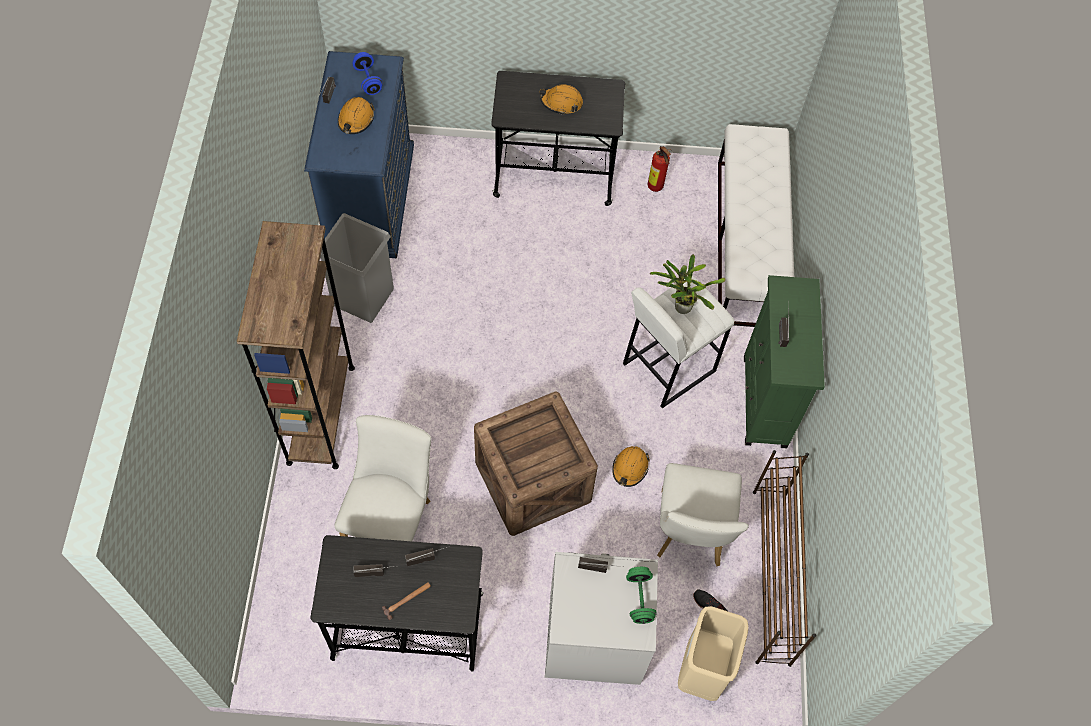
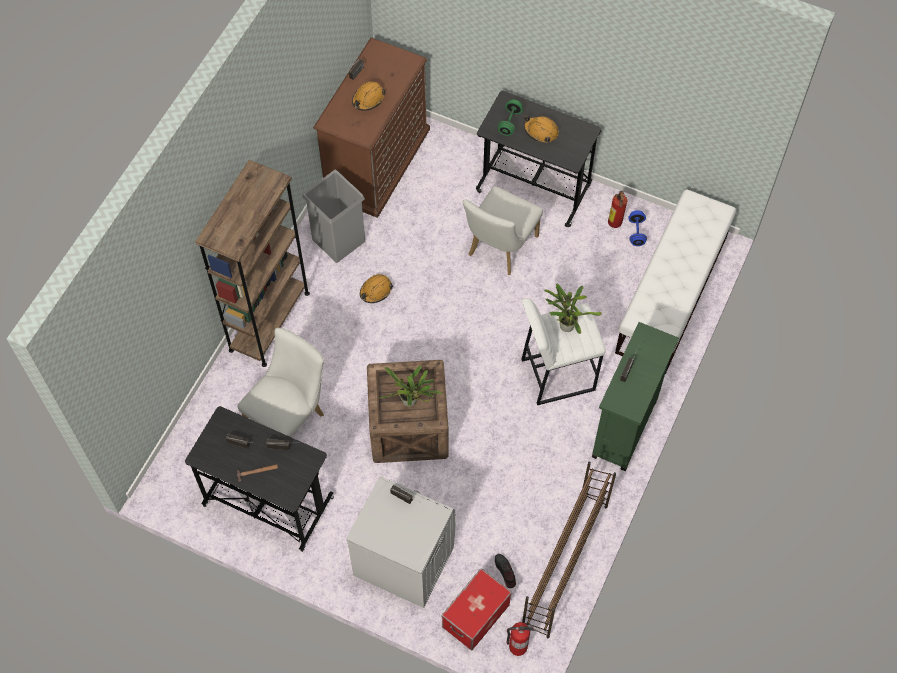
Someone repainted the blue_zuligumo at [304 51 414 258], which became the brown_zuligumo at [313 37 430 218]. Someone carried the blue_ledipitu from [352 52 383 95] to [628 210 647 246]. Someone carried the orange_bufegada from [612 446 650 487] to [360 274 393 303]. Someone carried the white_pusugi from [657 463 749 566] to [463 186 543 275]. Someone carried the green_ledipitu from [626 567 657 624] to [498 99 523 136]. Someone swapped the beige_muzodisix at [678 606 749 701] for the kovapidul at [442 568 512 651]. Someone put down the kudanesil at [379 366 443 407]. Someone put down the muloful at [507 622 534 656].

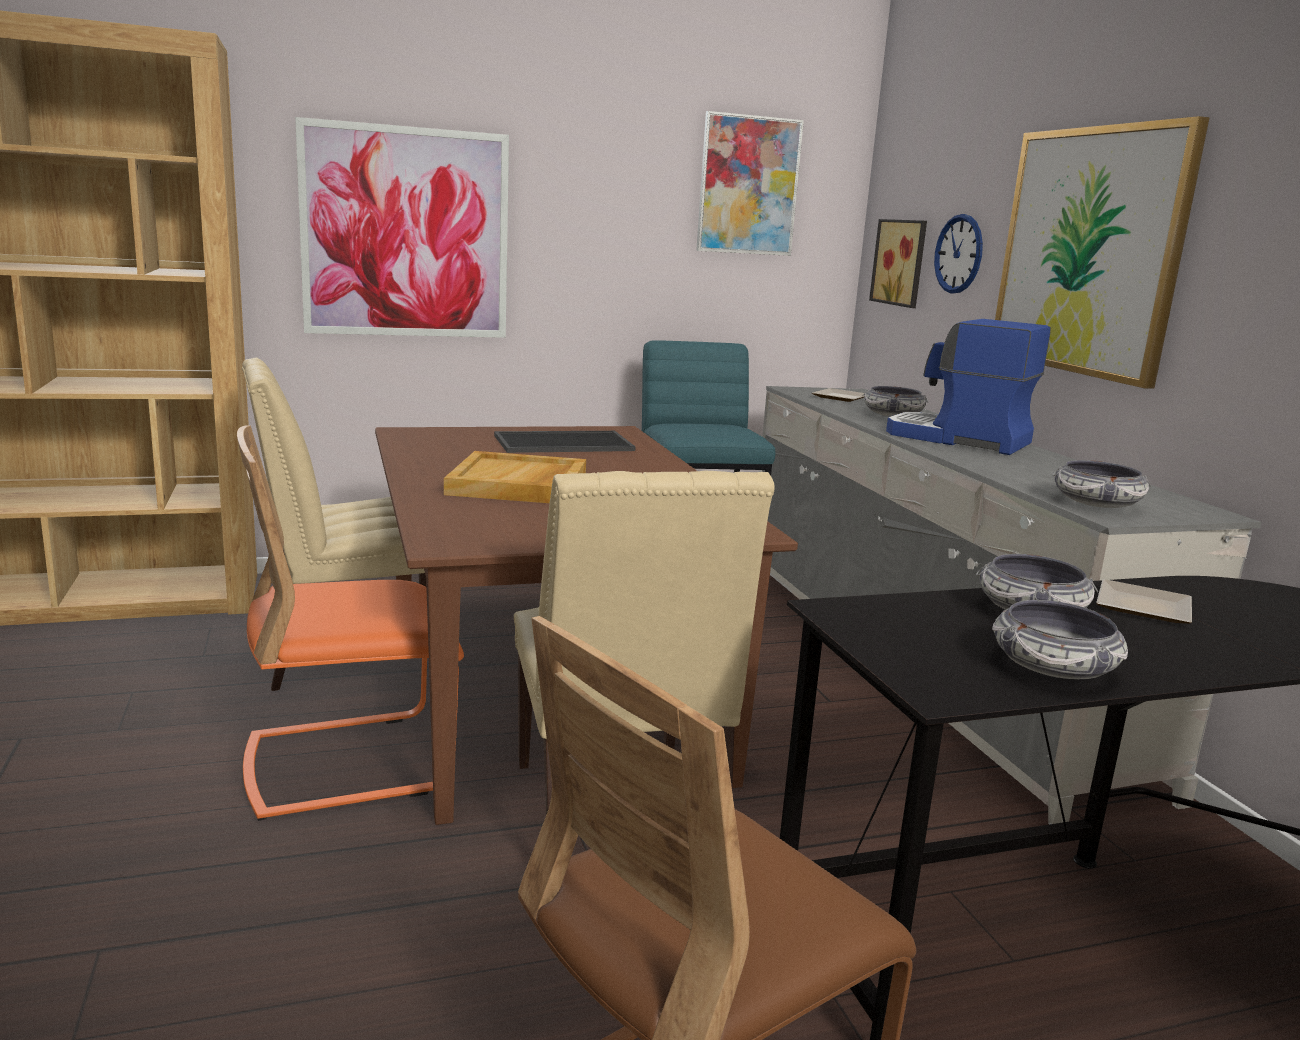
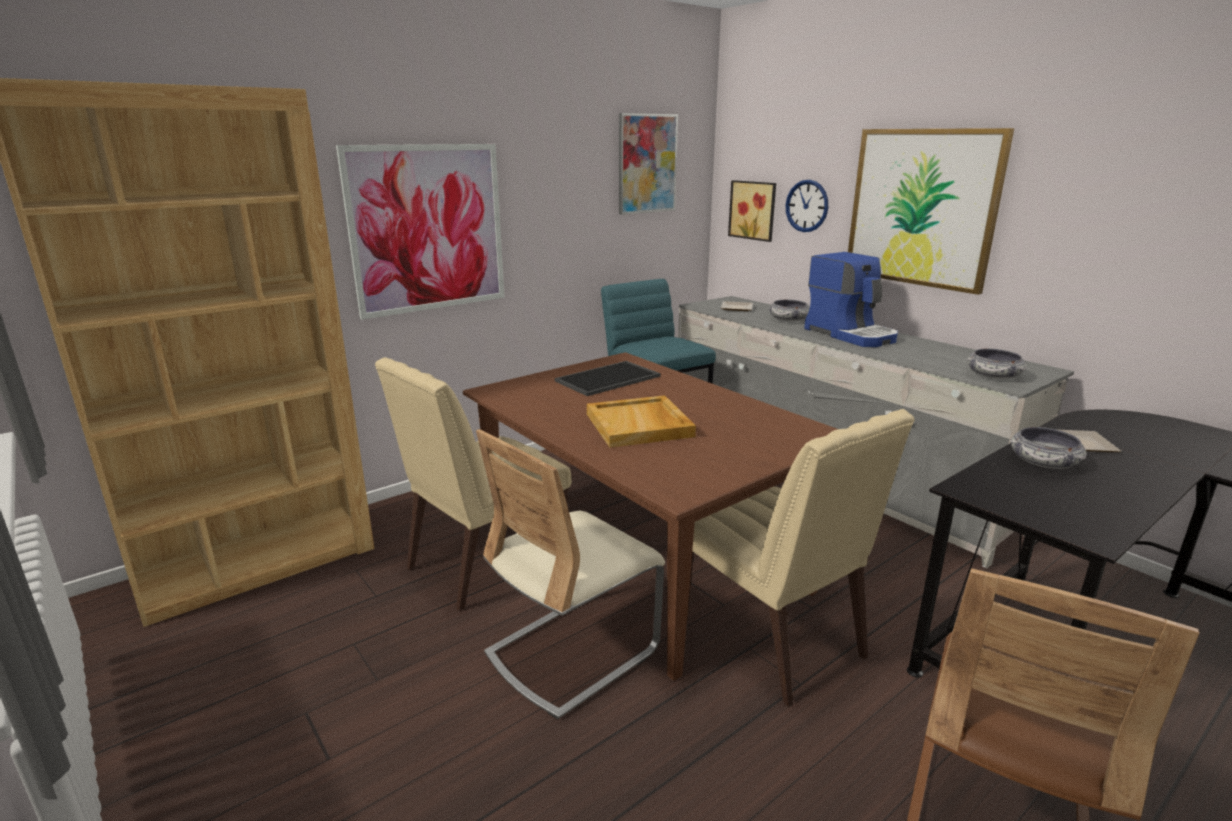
Someone rotated the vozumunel at [886 319 1051 455] by 135 degrees counterclockwise. Someone repainted the orange_pusugi at [237 425 464 821], which became the beige_pusugi at [476 429 665 719]. Someone took away the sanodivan at [992 600 1128 679].

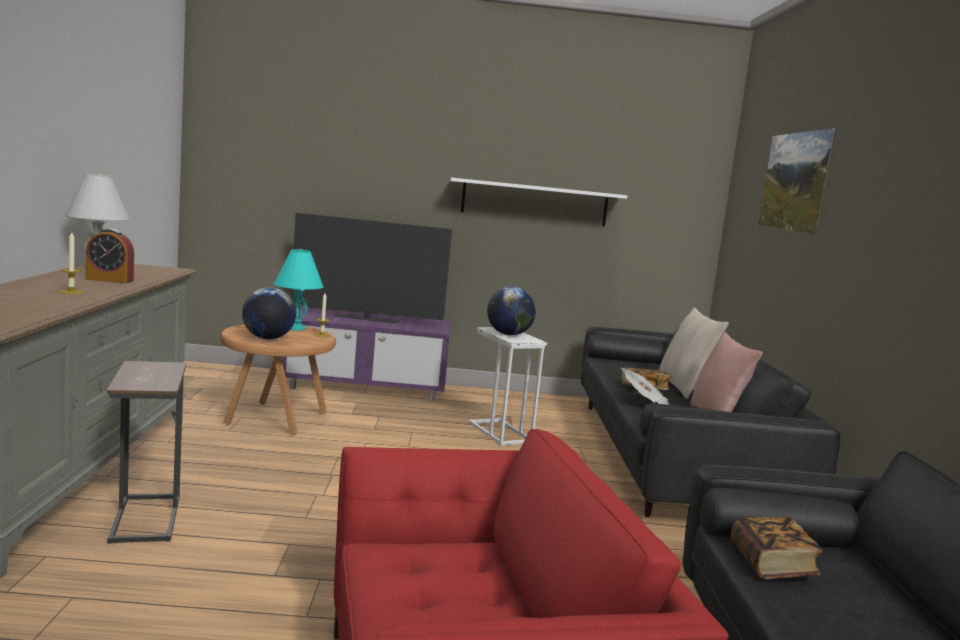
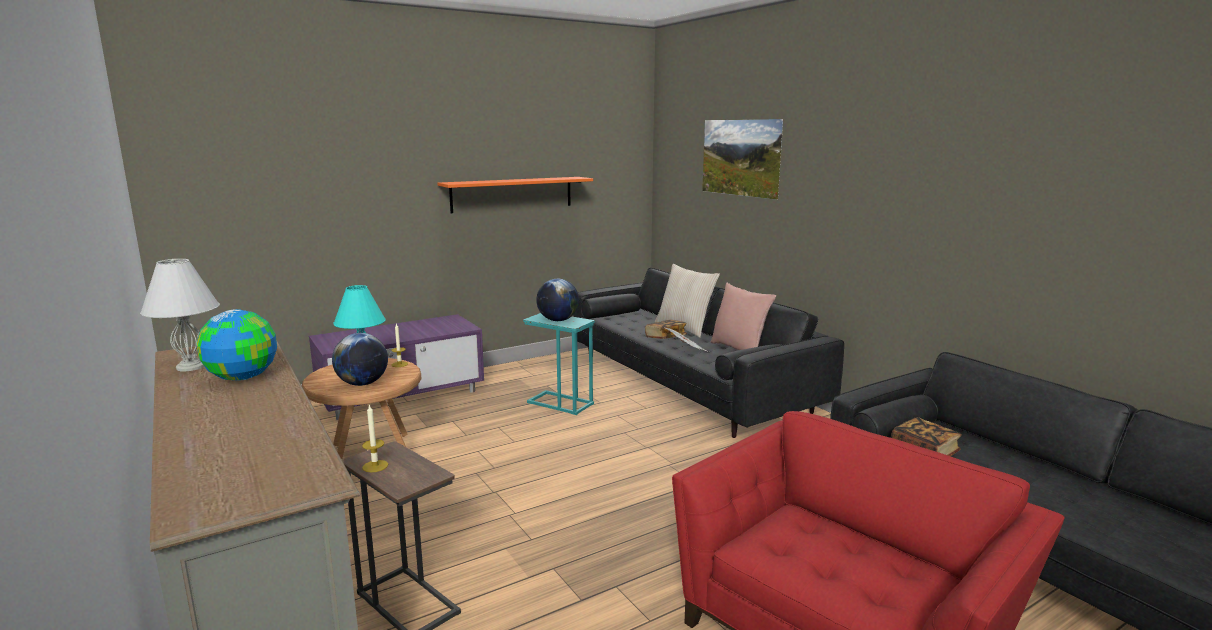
Someone repainted the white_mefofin at [451 178 627 226], which became the orange_mefofin at [437 177 593 213]. Someone took away the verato at [291 213 452 323]. Someone swapped the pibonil at [86 229 134 283] for the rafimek at [196 309 277 381]. Someone carried the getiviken from [59 232 84 294] to [362 404 388 472]. Someone repainted the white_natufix at [469 327 547 446], which became the turquoise_natufix at [523 313 595 415].

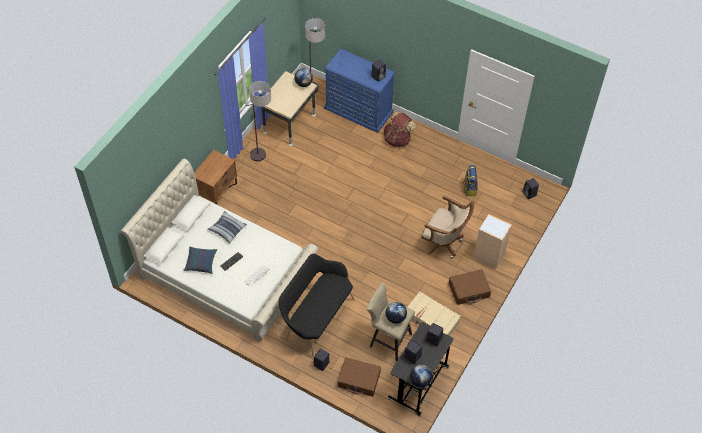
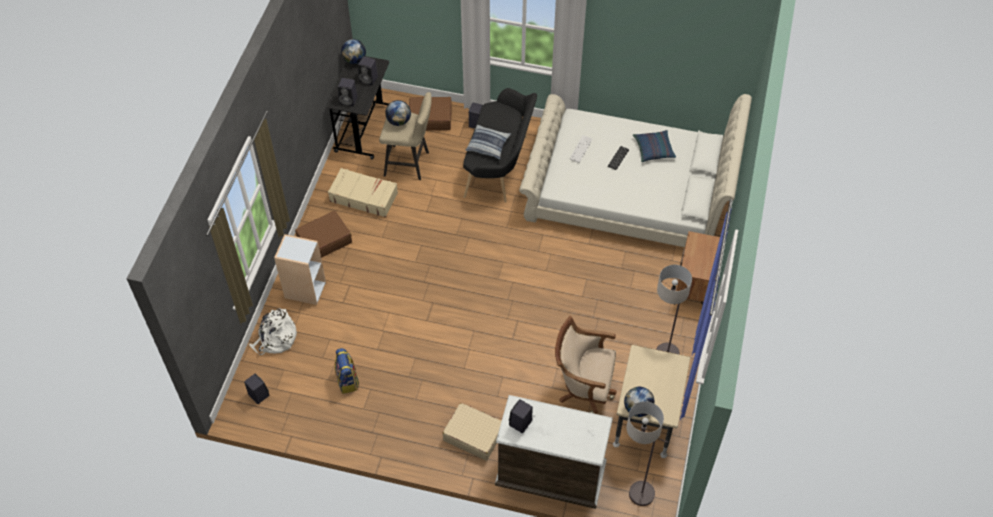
Someone repainted the blue_zuligumo at [324 48 396 133], which became the white_zuligumo at [495 395 613 509]. Someone swapped the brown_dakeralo at [384 111 416 147] for the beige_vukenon at [442 403 501 460]. Someone carried the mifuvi from [421 195 474 258] to [555 316 617 414]. Someone carried the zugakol from [207 211 247 243] to [466 125 511 159]. Someone put down the white_dakeralo at [249 308 297 355].

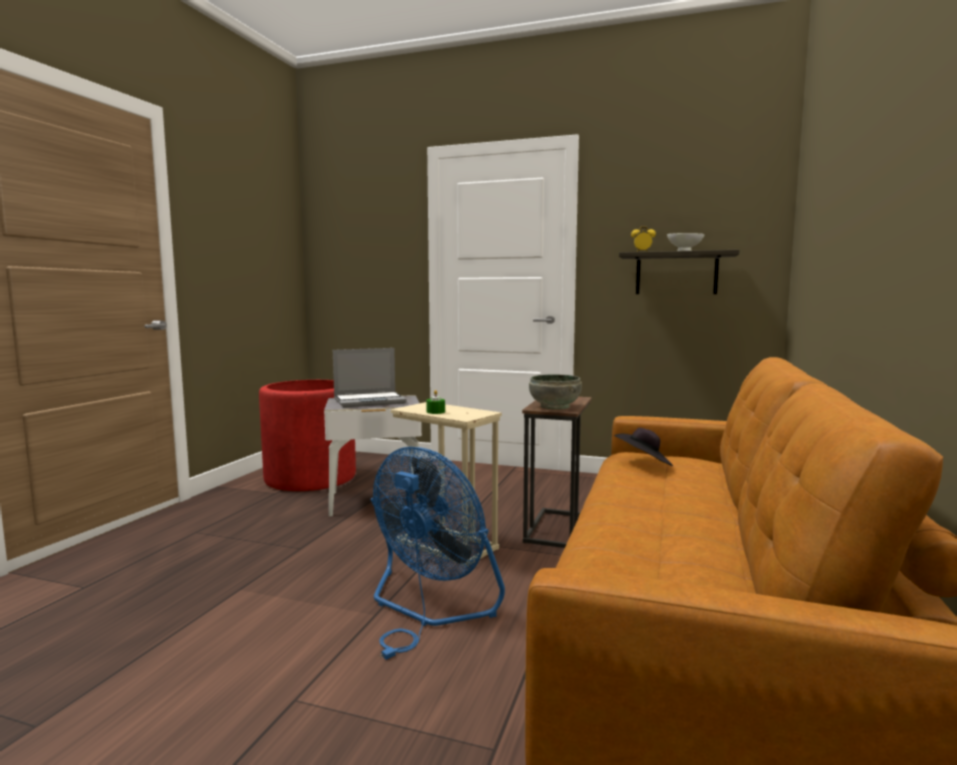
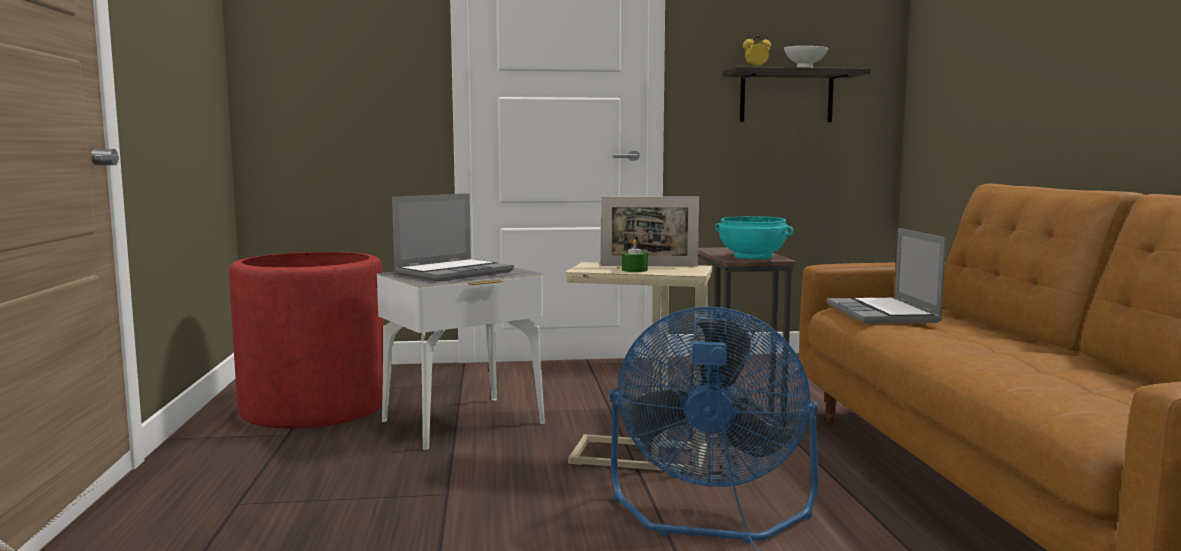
Someone repainted the grey_sanodivan at [529 375 582 410], which became the turquoise_sanodivan at [715 216 794 259]. Someone swapped the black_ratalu at [614 428 673 466] for the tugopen at [827 228 946 324]. Someone put down the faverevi at [601 196 699 267].

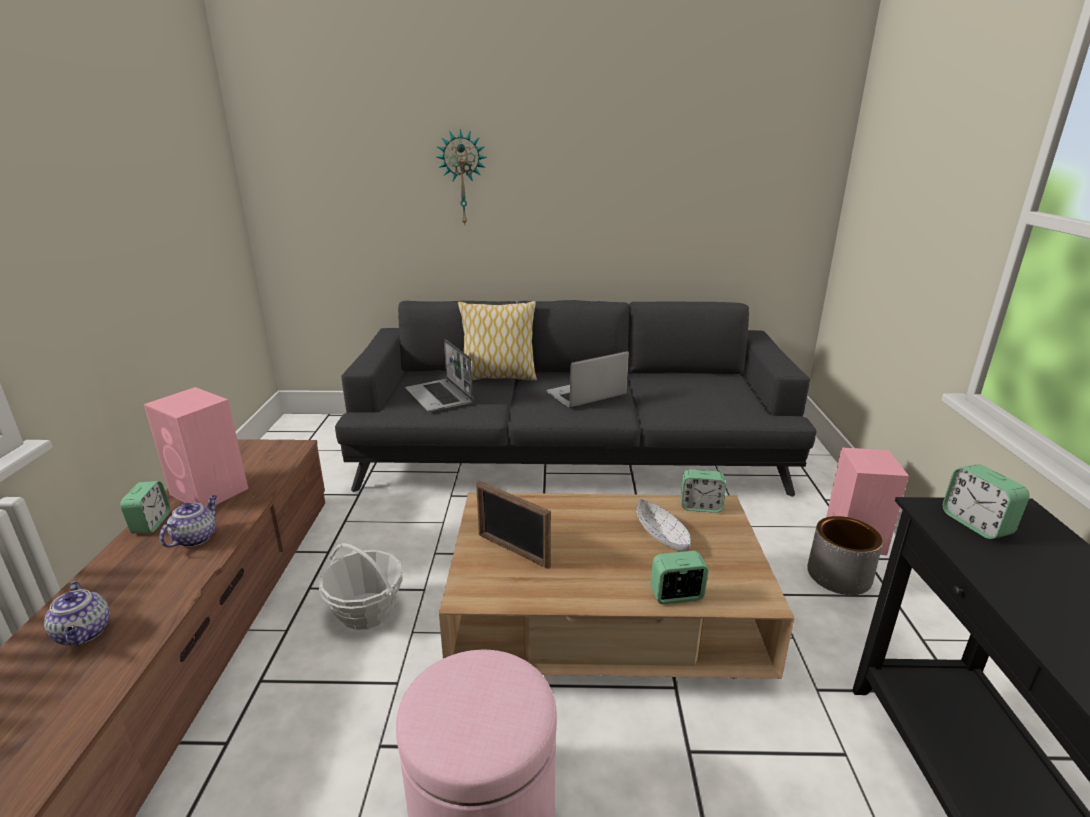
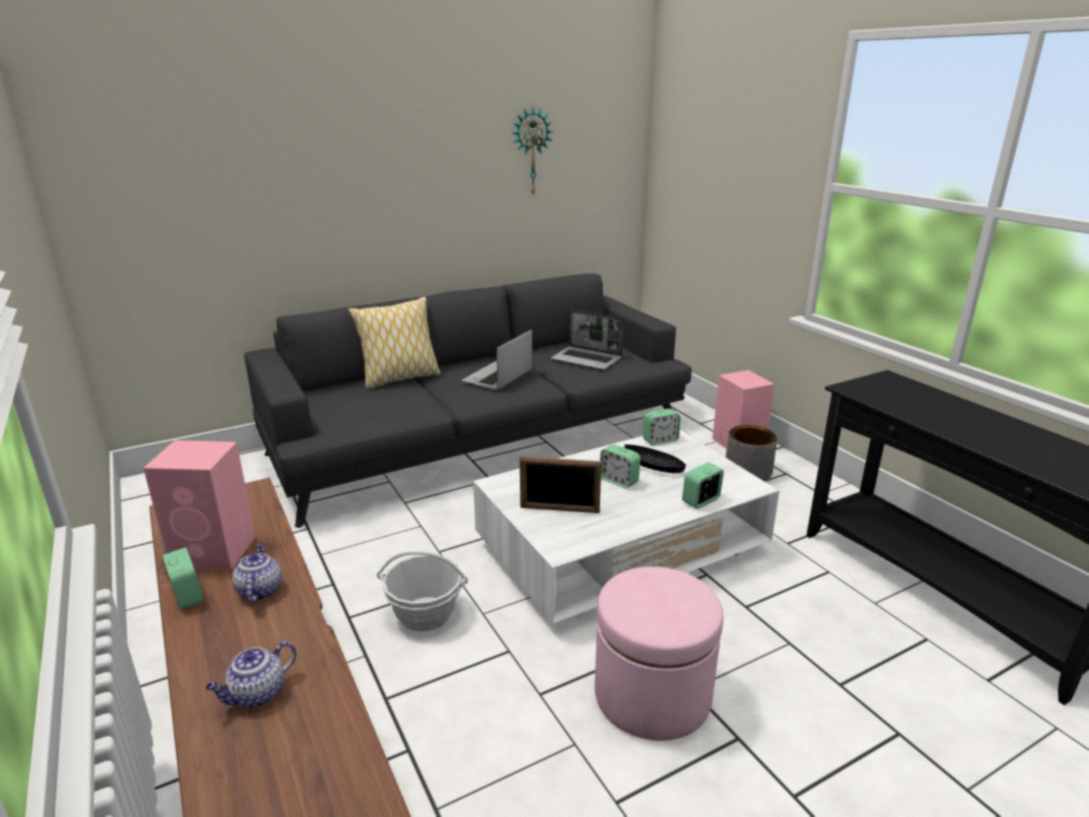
Someone carried the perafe from [436 129 487 225] to [512 107 554 196]. Someone carried the tugopen from [405 339 473 412] to [551 309 624 370]. Someone carried the pibonil from [942 464 1030 539] to [600 444 641 488]. Someone repainted the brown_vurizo at [439 493 795 679], which became the white_vurizo at [473 430 779 624]. Someone repainted the white_sanodivan at [637 499 691 552], which became the black_sanodivan at [624 444 686 474]. Someone rotated the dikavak at [44 581 110 646] by 105 degrees clockwise.

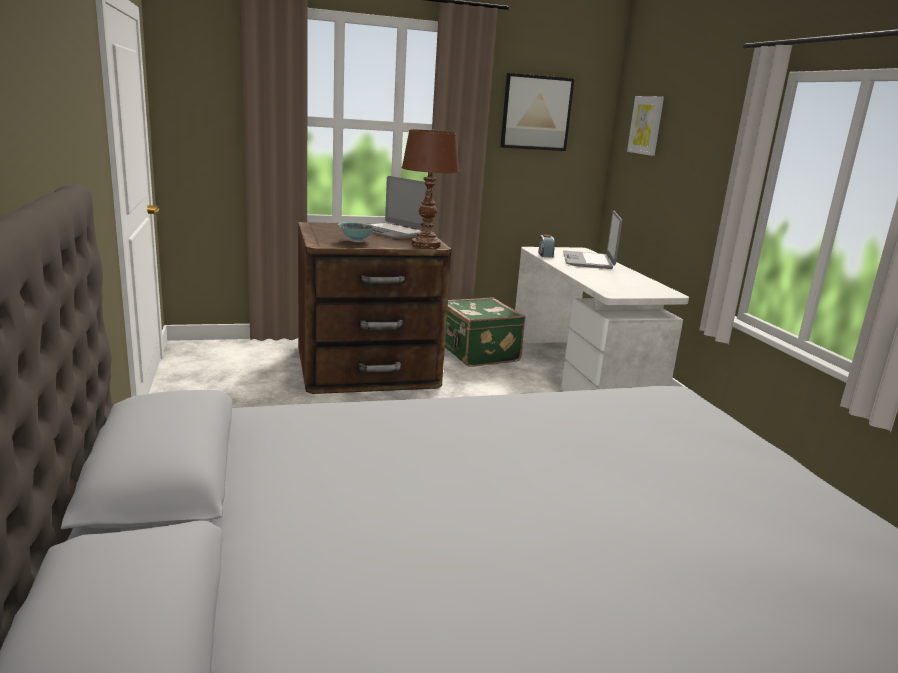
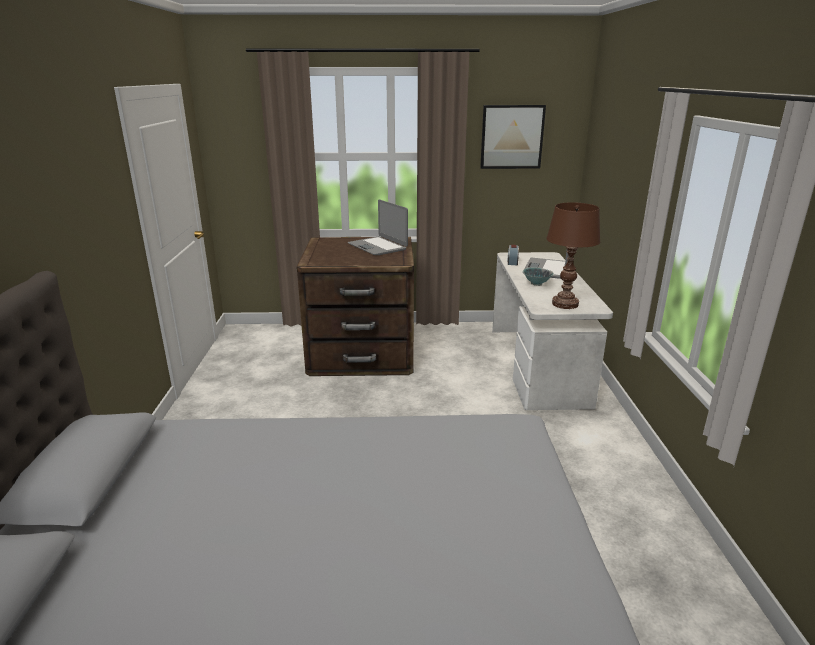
Someone took away the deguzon at [627 96 664 156]. Someone carried the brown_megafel from [402 129 459 249] to [546 202 600 309]. Someone carried the sanodivan from [338 222 376 242] to [523 267 554 286]. Someone took away the green_vukenon at [445 297 526 367].

